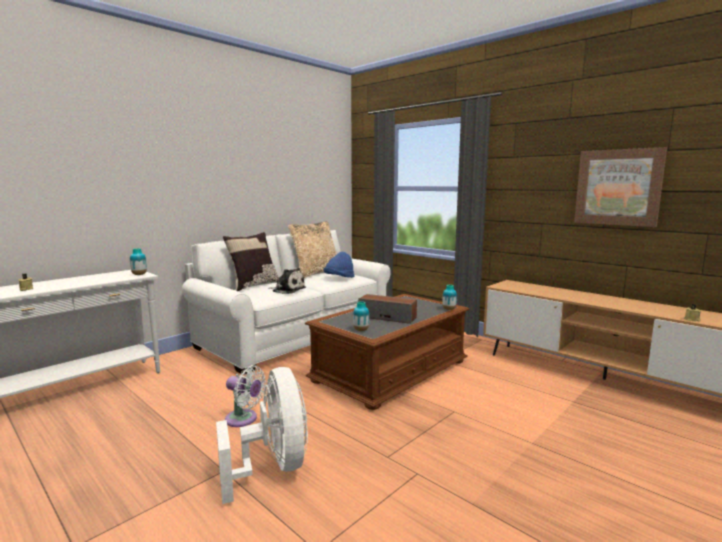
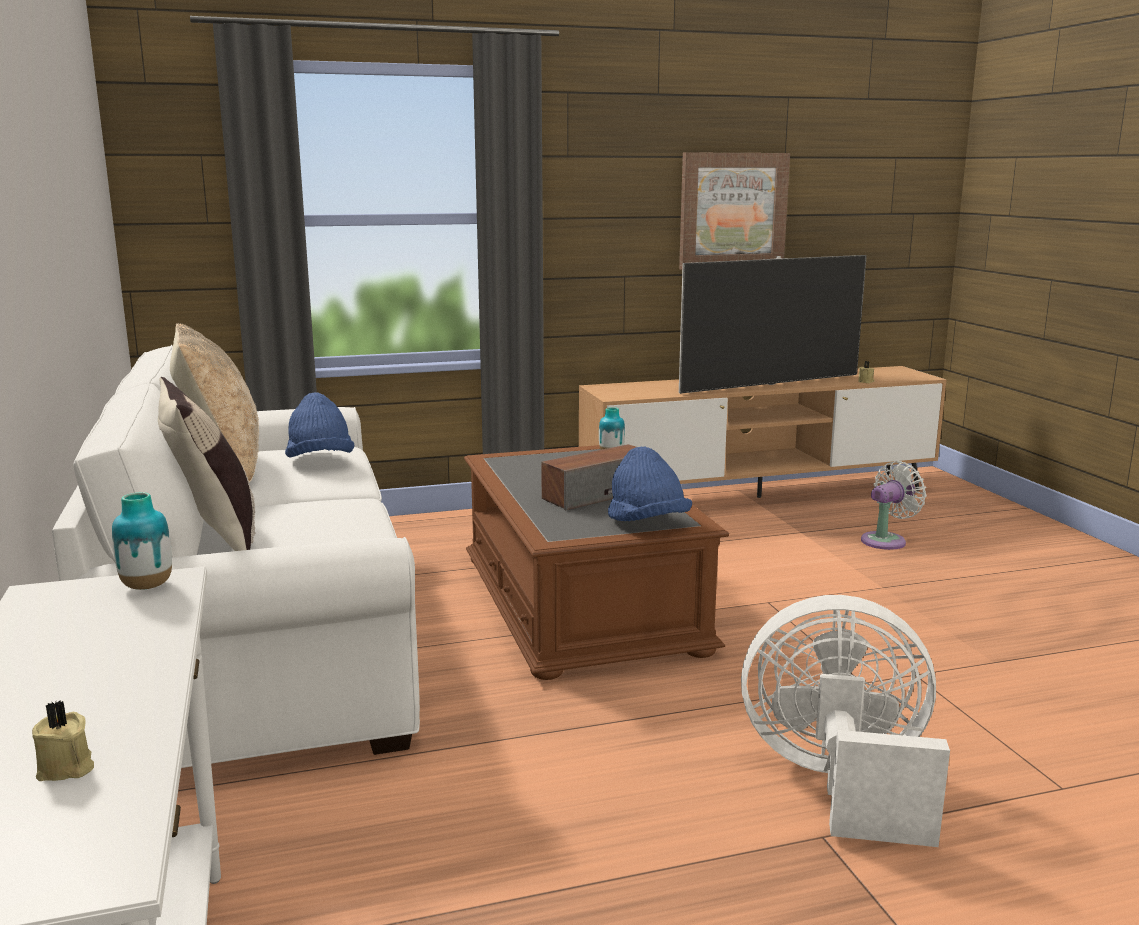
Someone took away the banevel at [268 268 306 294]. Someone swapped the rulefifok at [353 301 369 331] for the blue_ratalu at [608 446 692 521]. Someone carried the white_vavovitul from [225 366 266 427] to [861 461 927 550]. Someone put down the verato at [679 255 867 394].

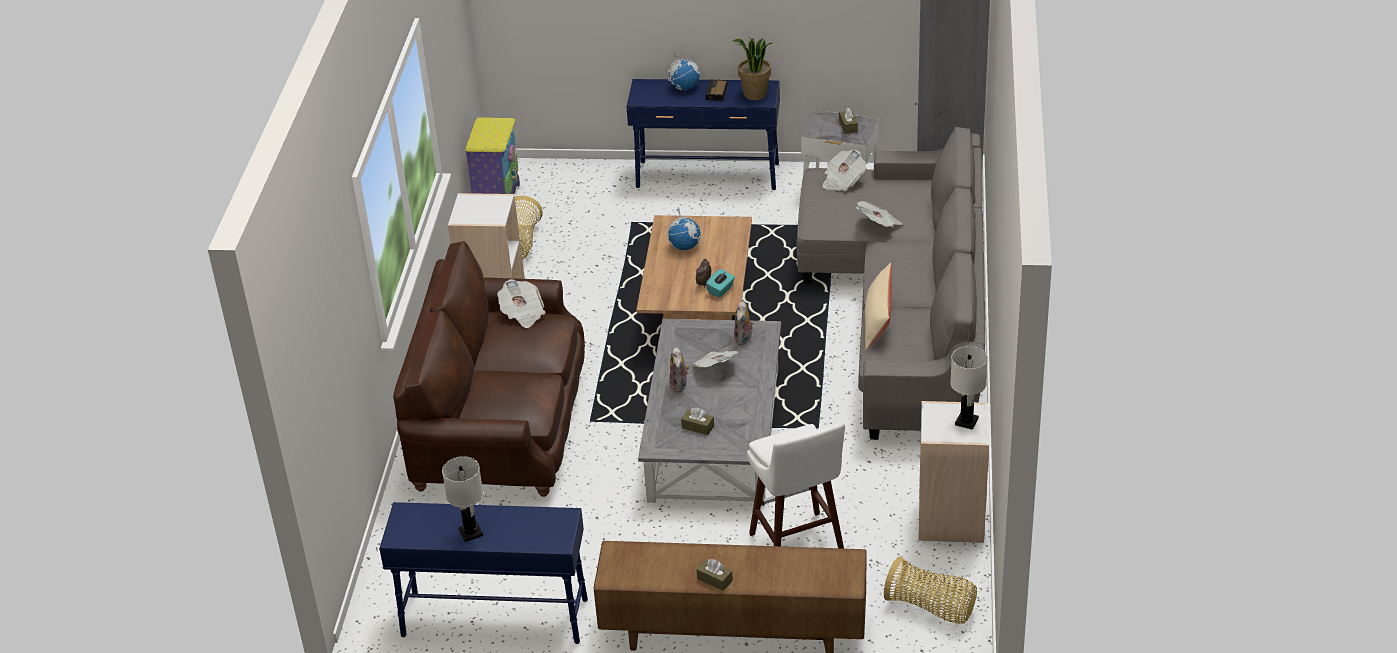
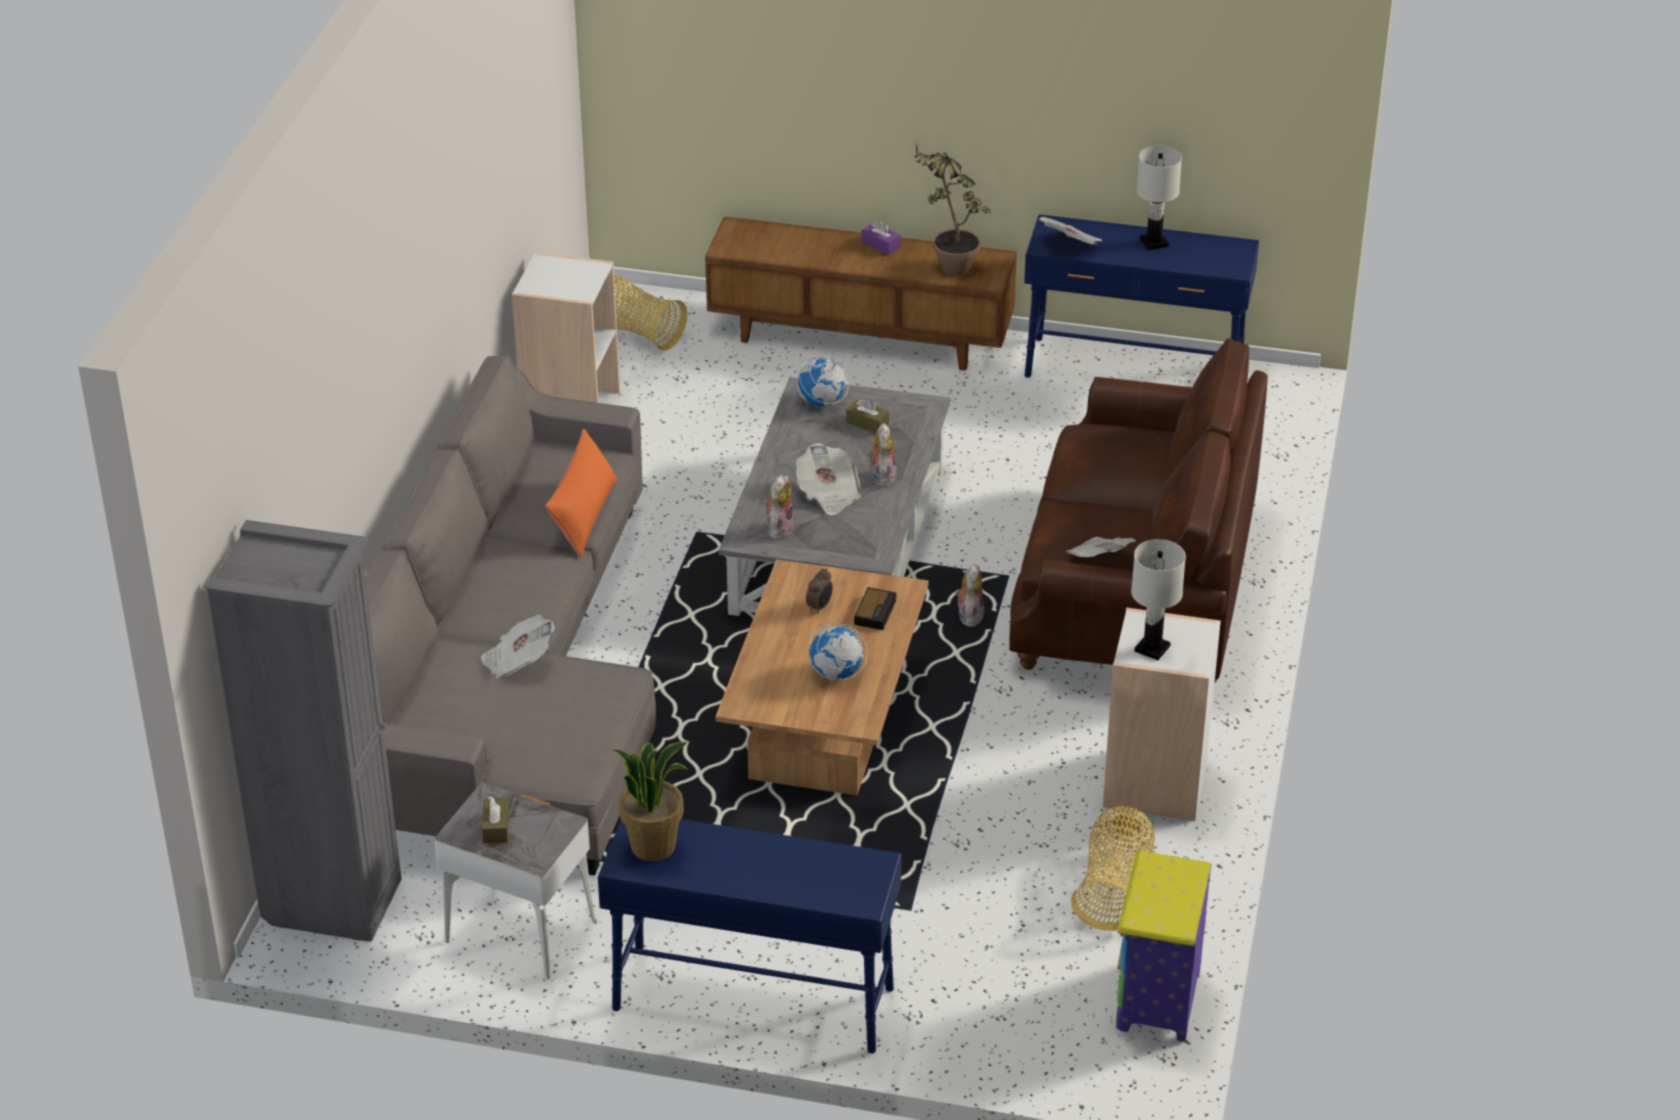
Someone carried the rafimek from [668 52 700 91] to [797 355 848 407]. Someone carried the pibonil from [706 80 728 101] to [854 587 896 630]. Someone carried the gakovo from [822 150 866 191] to [1039 217 1102 245]. Someone repainted the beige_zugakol at [865 263 892 351], which became the orange_zugakol at [545 429 618 558]. Someone took away the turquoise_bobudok at [706 269 735 297]. Someone carried the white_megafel from [950 346 988 430] to [1131 539 1186 660]. Someone took away the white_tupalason at [747 422 845 549]. Someone repainted the brown_bobudok at [697 559 733 591], which became the purple_bobudok at [862 220 901 255]. Someone put down the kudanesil at [915 142 991 276]. Someone put down the banevel at [956 563 984 627].

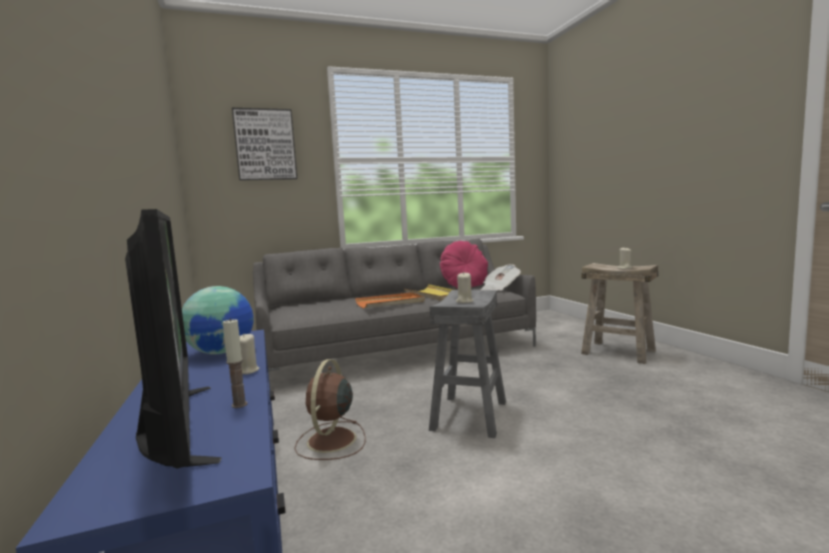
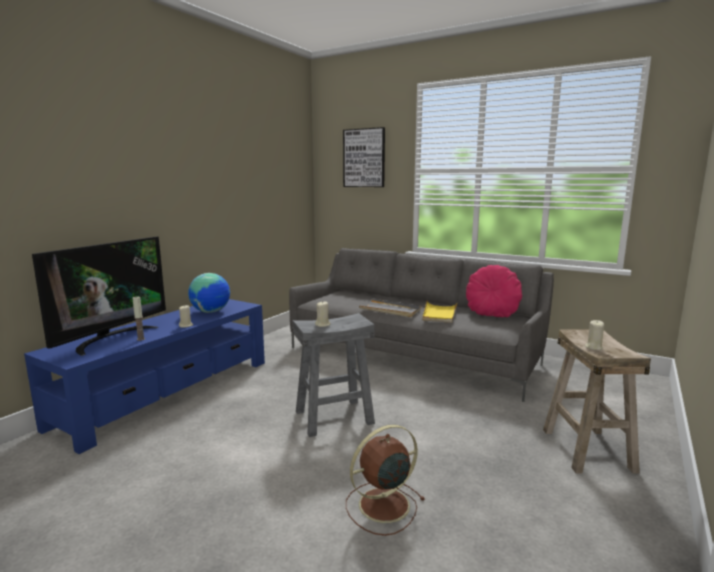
Someone took away the gakovo at [481 264 521 291]. Someone repainted the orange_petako at [355 292 425 308], which became the grey_petako at [359 299 421 317]. Someone carried the brown_vavovitul from [294 359 366 460] to [346 425 425 536].

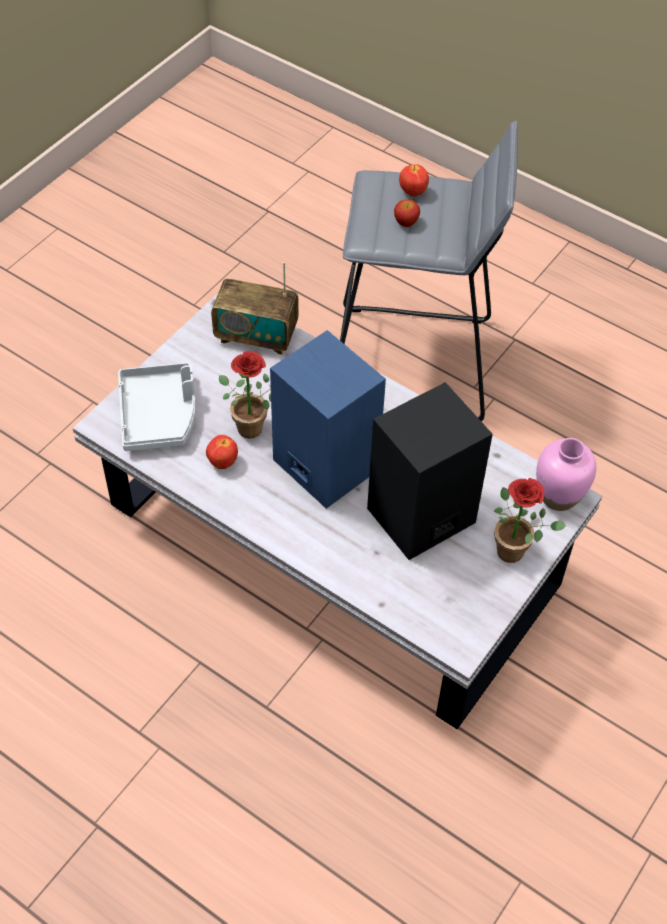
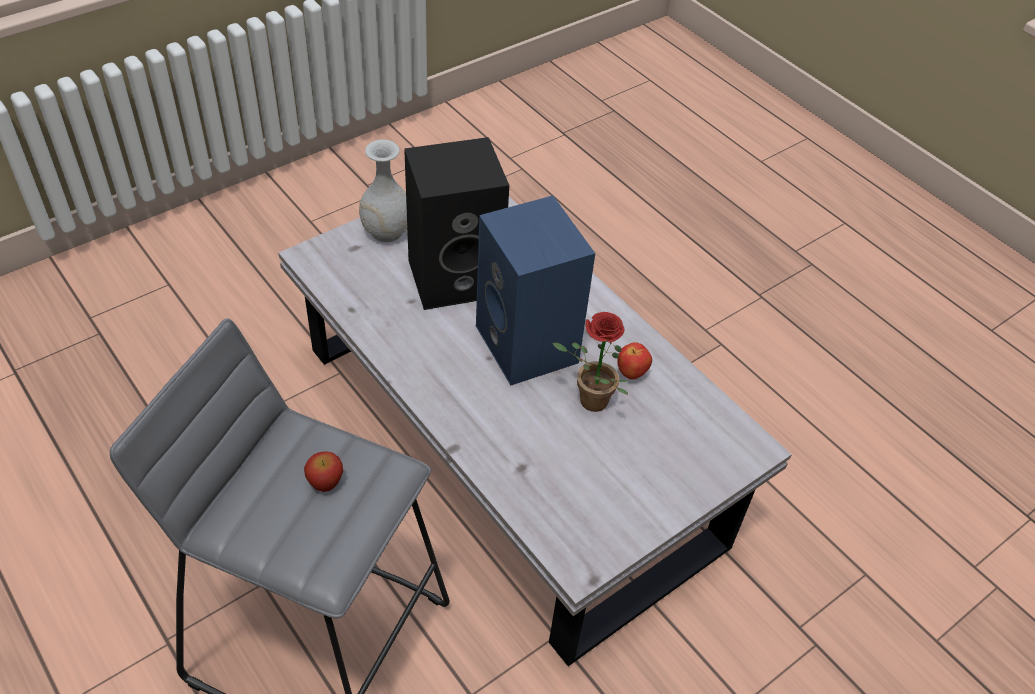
Someone took away the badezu at [399 164 429 197]. Someone took away the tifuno at [211 262 299 355]. Someone took away the grey_petako at [118 363 195 451]. Someone took away the pink_rulefifok at [536 438 596 511]. Someone swapped the kudanesil at [494 478 566 563] for the white_rulefifok at [359 139 407 242].

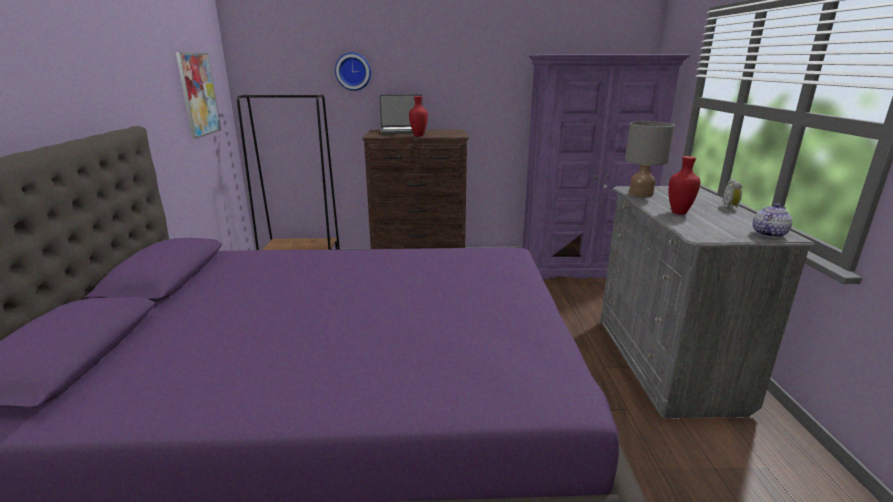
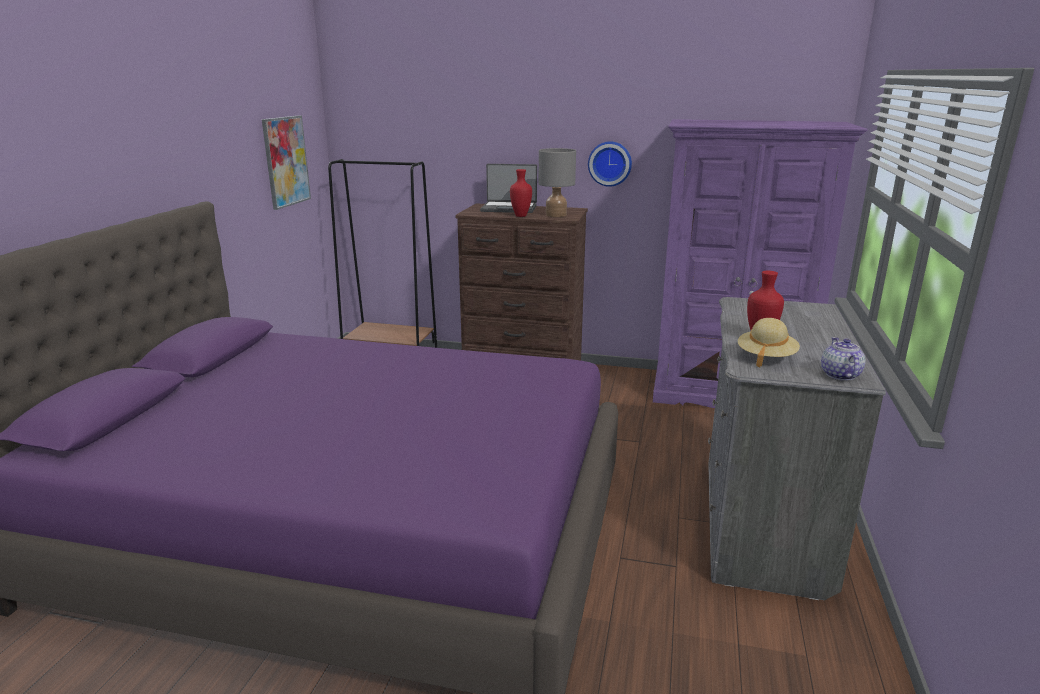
Someone carried the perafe from [335 52 371 91] to [588 141 632 187]. Someone carried the grey_megafel from [625 121 675 197] to [538 148 576 217]. Someone took away the pibonil at [723 179 742 209]. Someone rotated the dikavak at [753 203 792 238] by 60 degrees counterclockwise. Someone put down the beige_ratalu at [738 318 800 368].

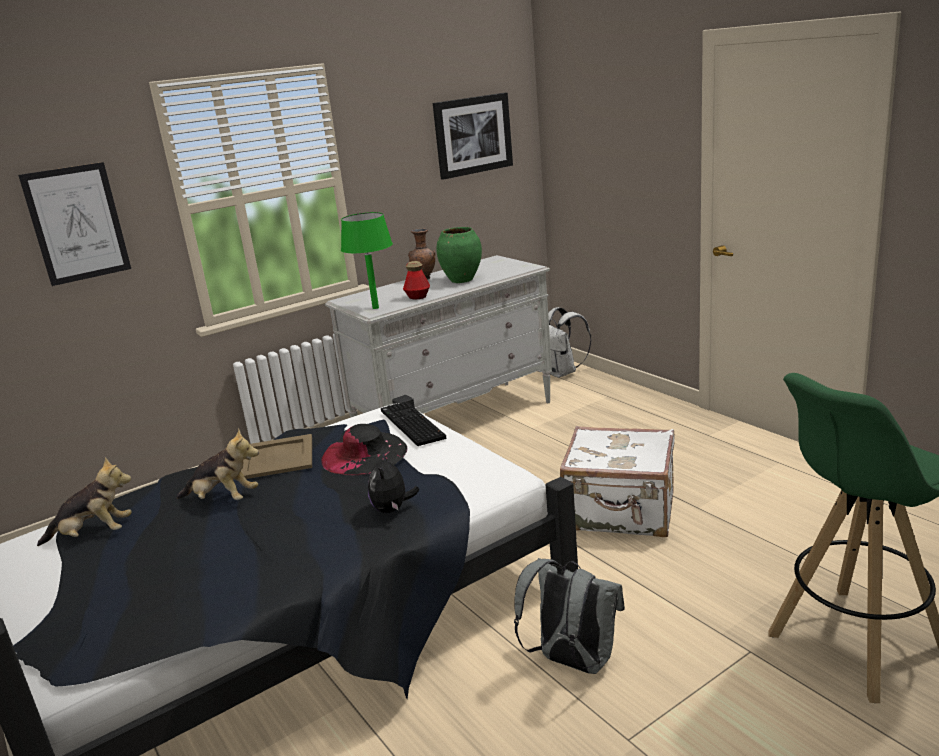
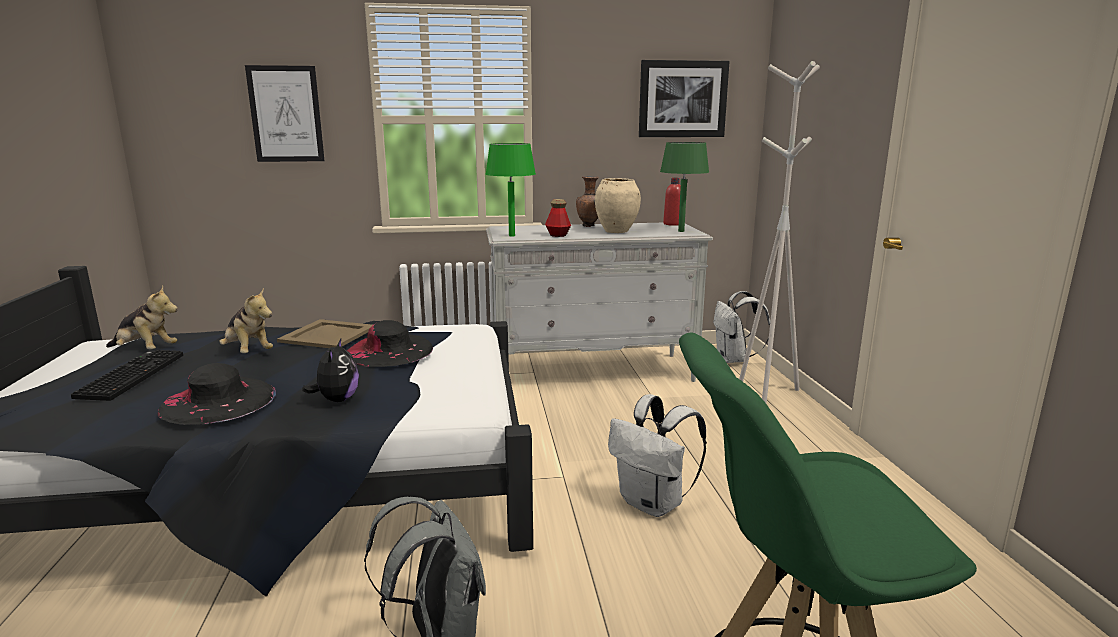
Someone repainted the green_rulefifok at [437 227 482 283], which became the beige_rulefifok at [595 178 641 233]. Someone carried the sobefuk from [381 402 446 446] to [71 350 183 401]. Someone swapped the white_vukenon at [560 426 675 537] for the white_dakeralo at [608 394 707 517]. Someone rotated the banevel at [368 453 419 513] by 150 degrees clockwise. Someone put down the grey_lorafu at [739 61 820 403]. Someone put down the green_megafel at [660 142 709 232]. Someone put down the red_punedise at [663 178 681 226]. Someone put down the black_ratalu at [158 363 276 425].

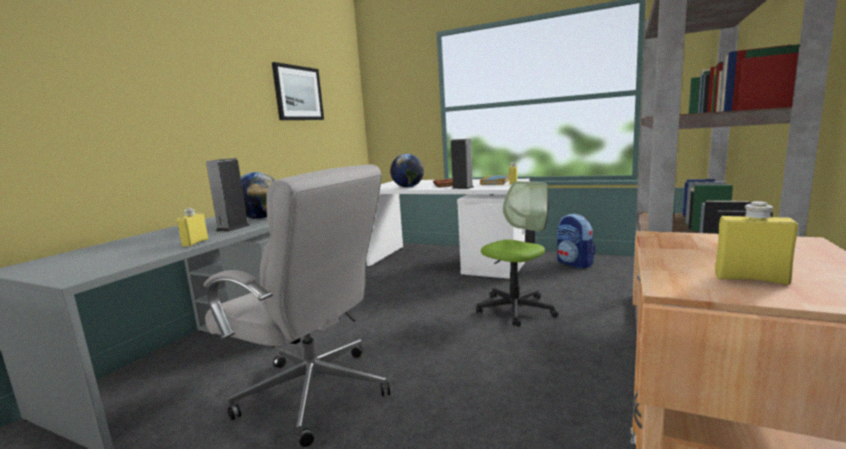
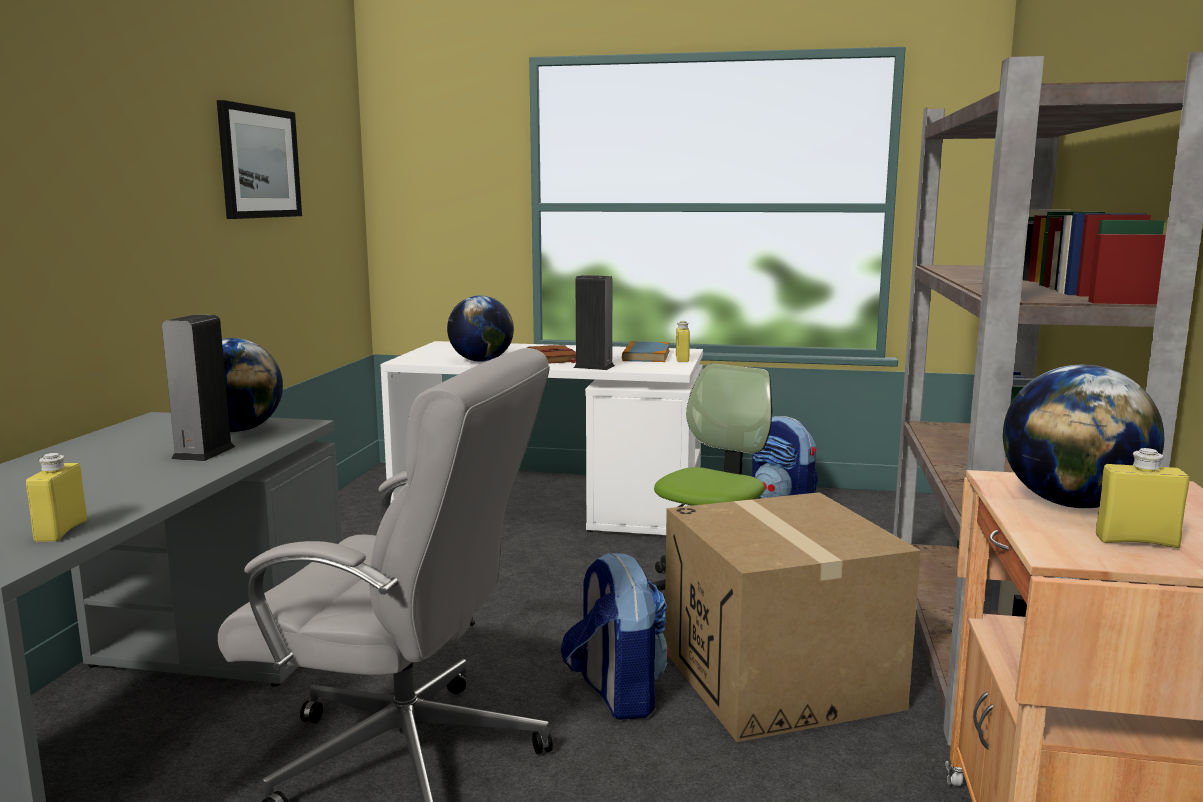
Someone carried the yellow_punedise from [177 208 208 247] to [26 453 87 542]. Someone put down the rafimek at [1003 365 1164 508]. Someone put down the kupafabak at [665 492 921 742]. Someone put down the dakeralo at [561 552 668 720].

